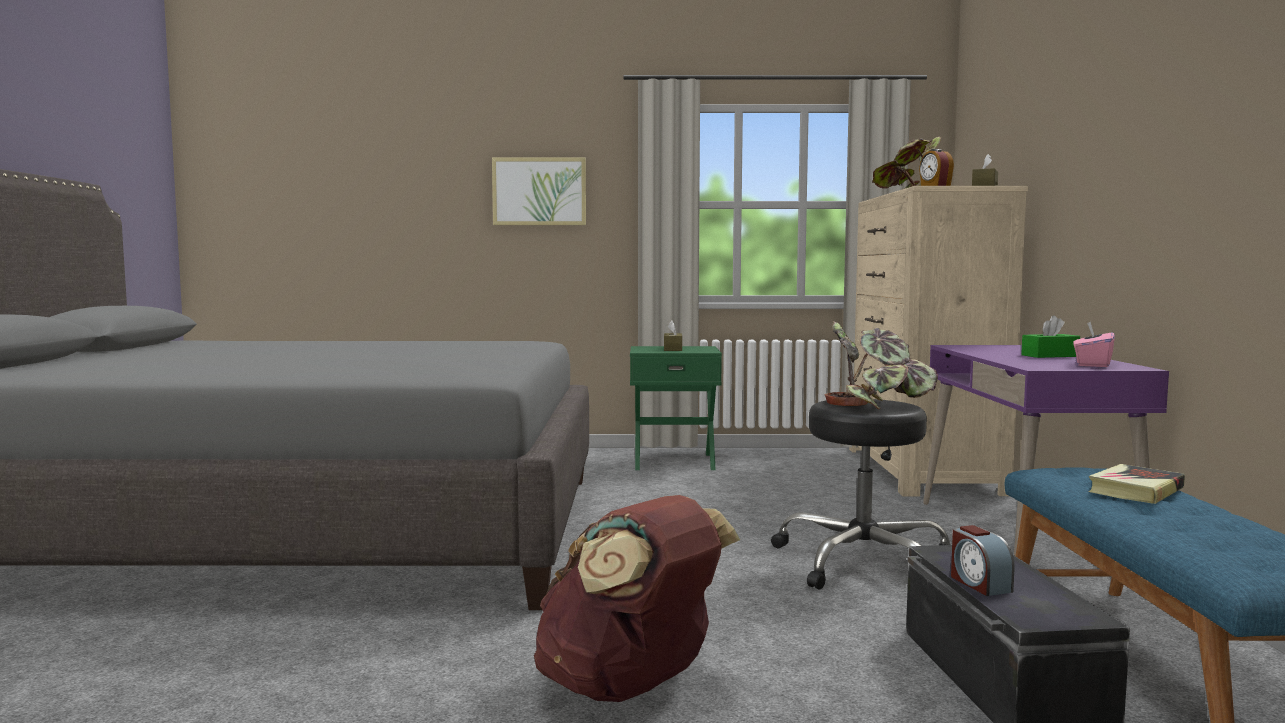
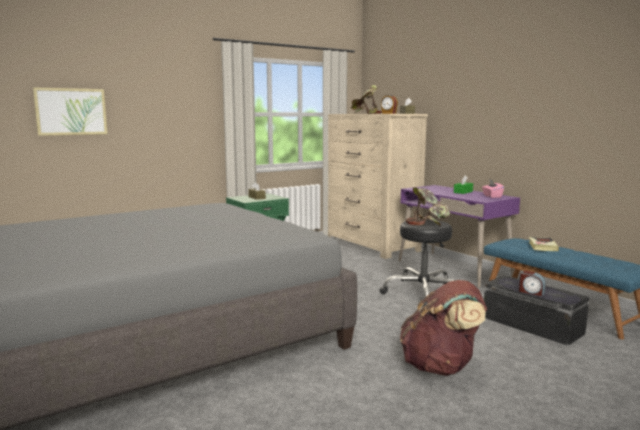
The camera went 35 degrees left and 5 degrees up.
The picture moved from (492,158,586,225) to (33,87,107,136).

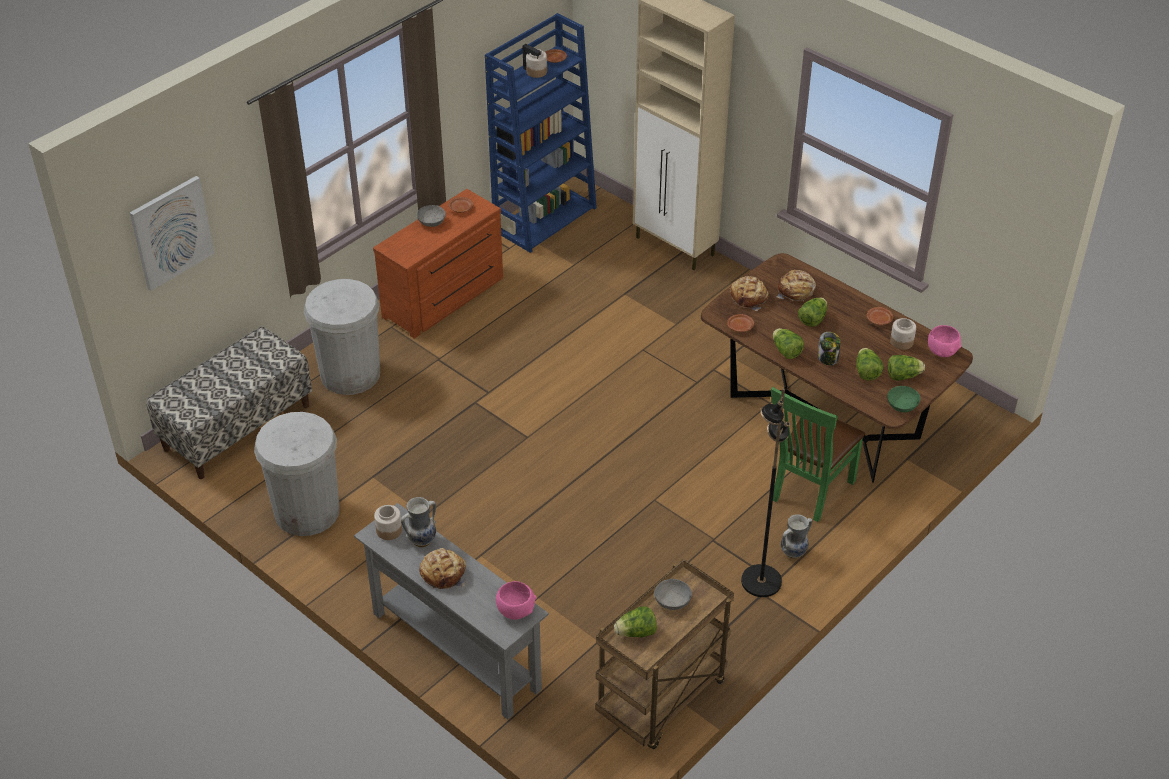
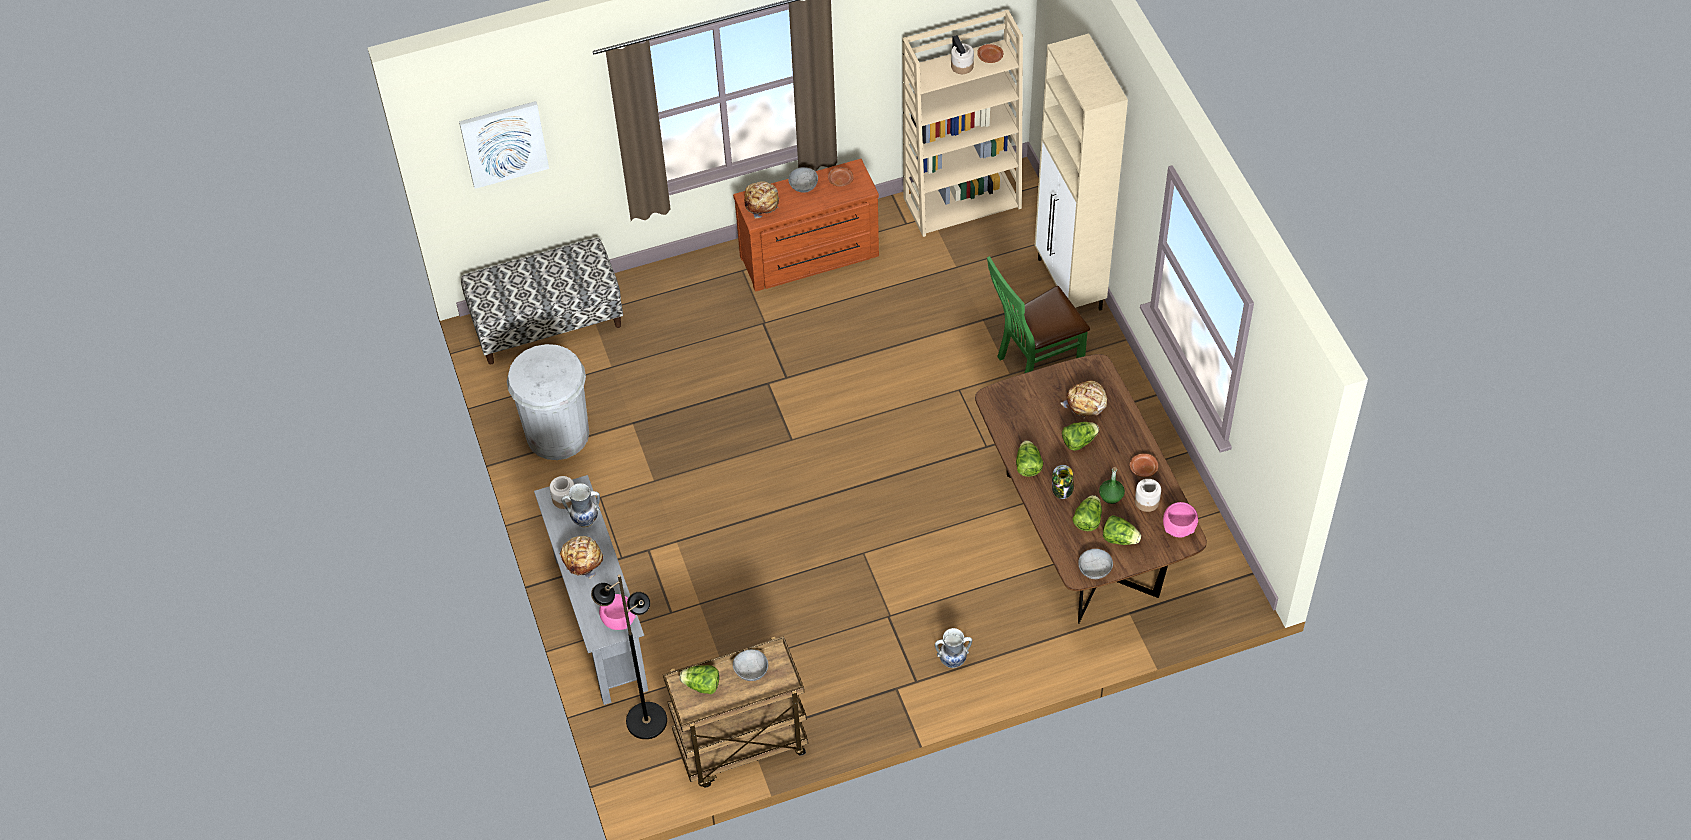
The camera went 30 degrees right and 10 degrees up.
The rubbish bin/white-coloured at (304,279,380,395) disappeared.
The shelving unit/blue at (485,13,597,253) became the shelving unit/sand-coloured at (902,10,1023,237).
The flat dish/brownish at (727,314,754,332) disappeared.
The baked bread moved from (729,276,769,311) to (744,181,779,219).
The standing lamp/black-coloured moved from (741,388,790,597) to (591,575,667,739).
The upright chair/green-coloured moved from (771,387,865,522) to (987,256,1090,373).
The deep dish/green-coloured at (887,386,921,412) became the deep dish/grey at (1078,549,1113,579).
The drink bottle/green-coloured at (1099,467,1125,504) appeared.

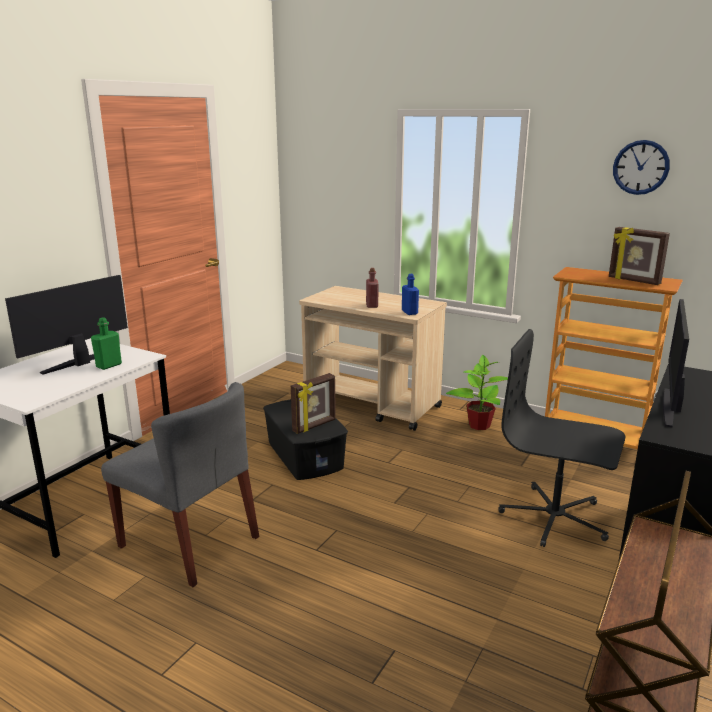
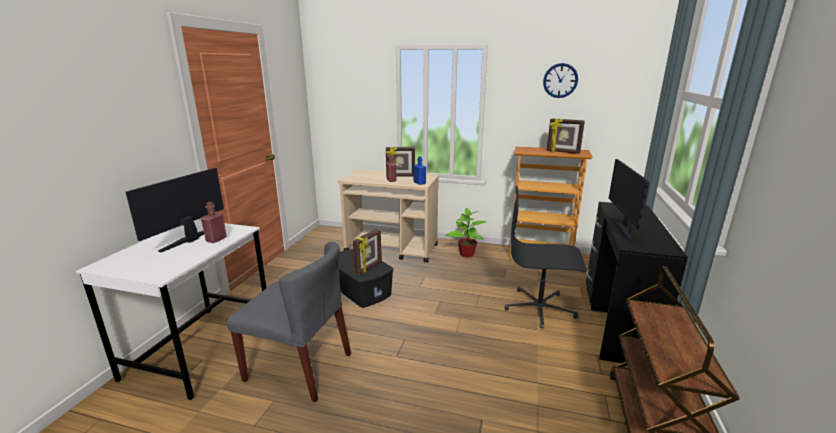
The camera went 15 degrees left and 0 degrees up.
The drink bottle/green-coloured at (91,317,122,370) became the drink bottle/red at (201,202,227,243).
The picture frame at (386,147,415,176) appeared.

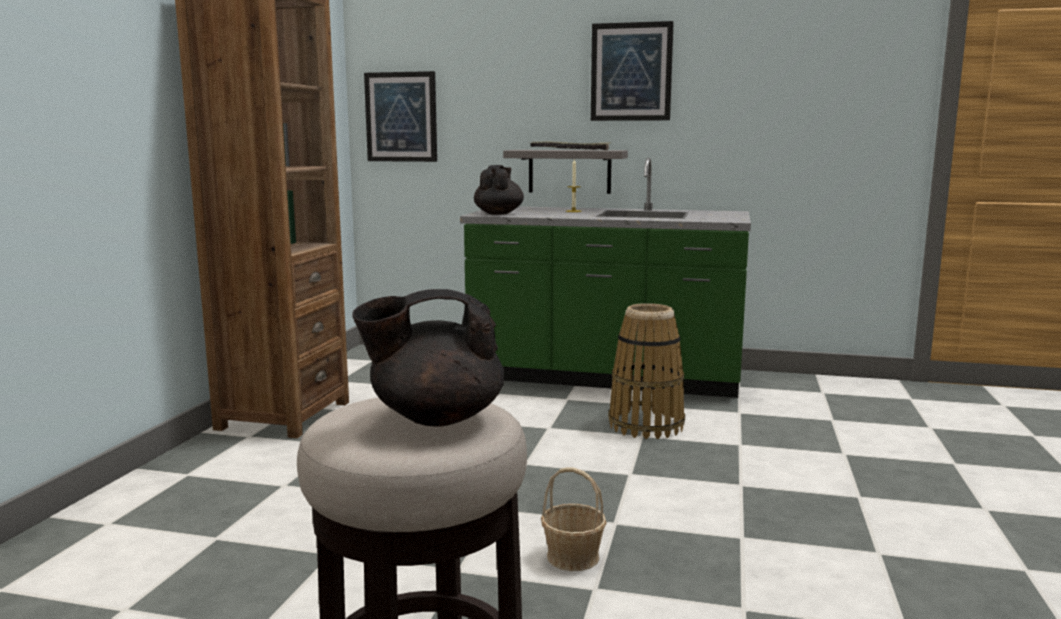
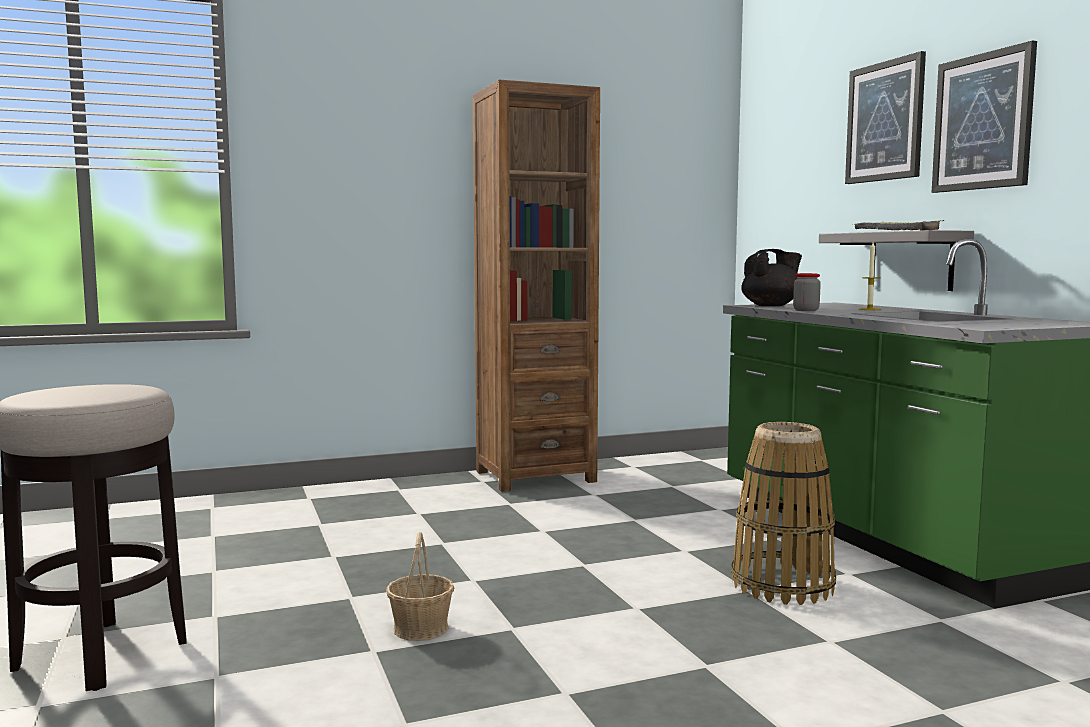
The camera went 55 degrees right and 5 degrees down.
The teapot/black-coloured at (352,289,505,426) disappeared.
The picture moved from (364,71,437,162) to (845,51,926,184).
The jar at (793,273,821,311) appeared.

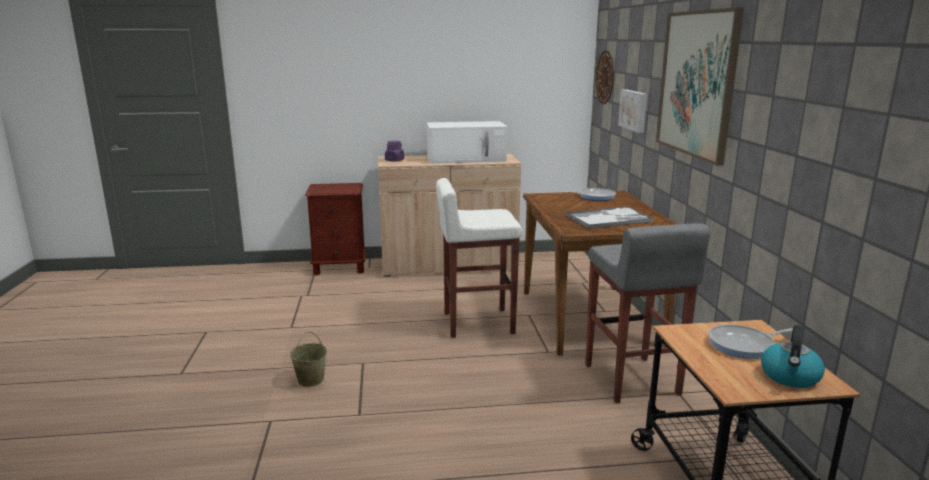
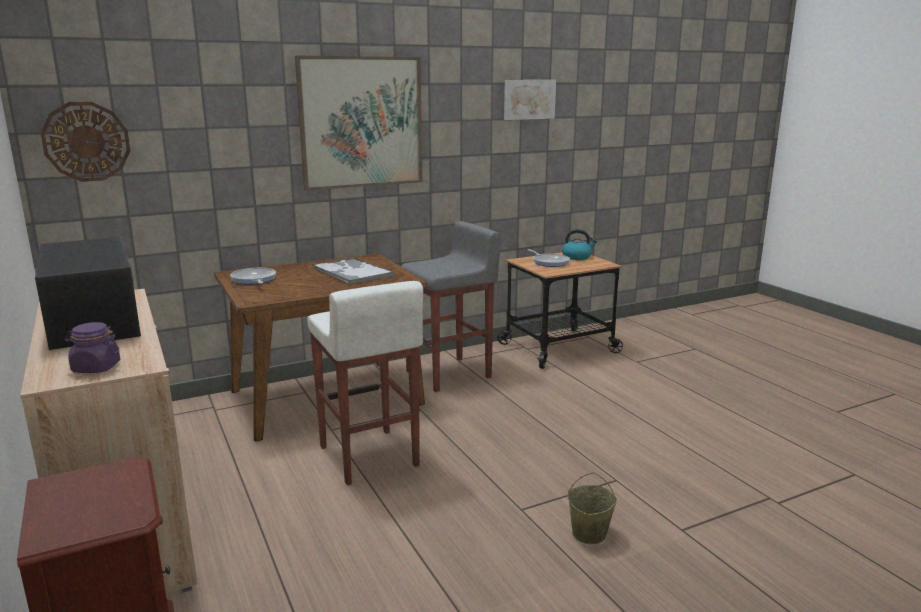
The camera went 110 degrees left and 0 degrees up.
The microwave/white-coloured at (426,121,507,164) became the microwave/black-coloured at (35,237,141,350).
The picture moved from (618,89,647,133) to (504,80,556,120).

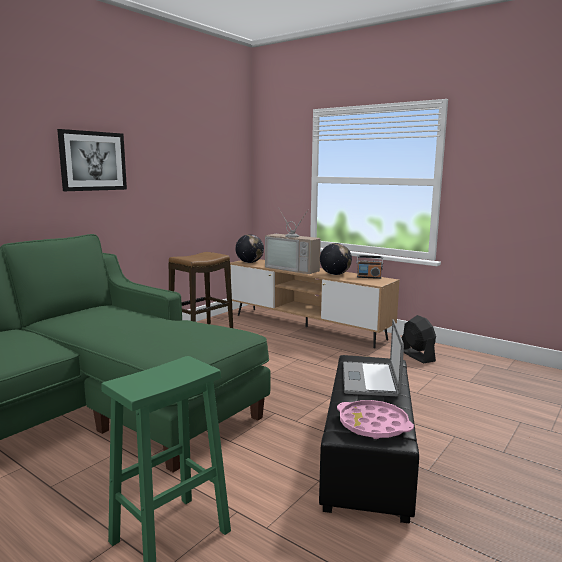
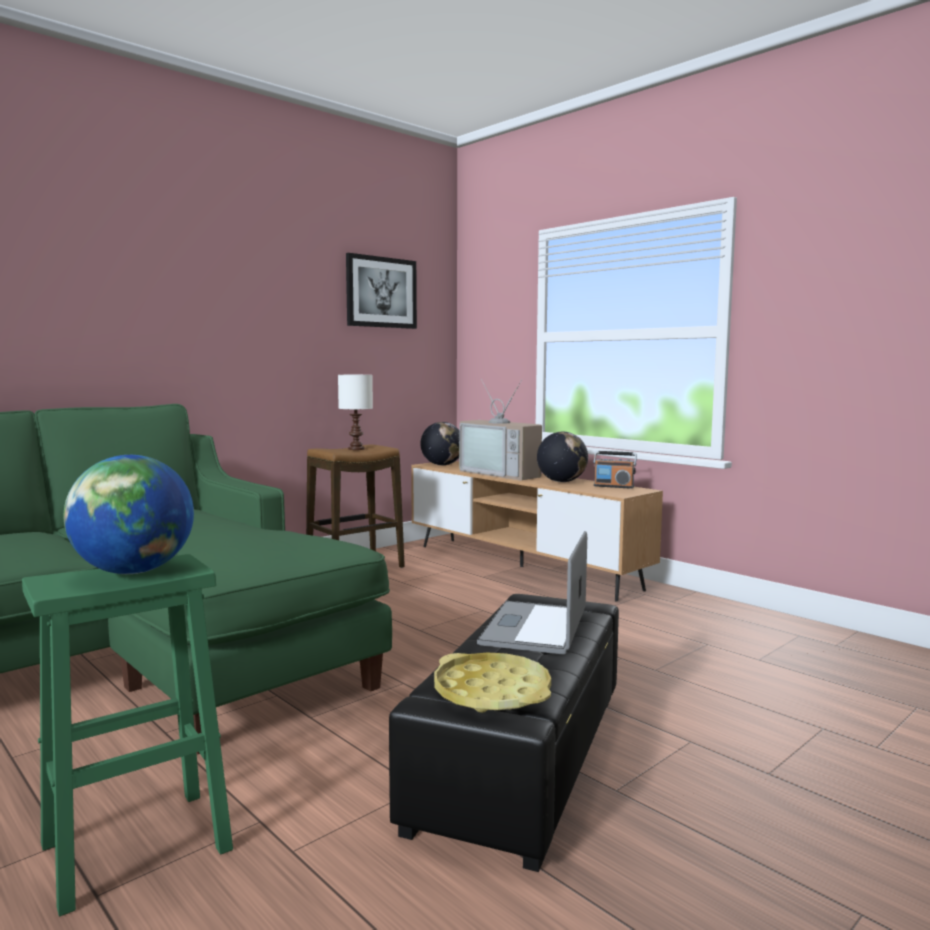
The camera went 10 degrees right and 5 degrees down.
The picture moved from (57,129,127,191) to (346,253,417,329).
The serving tray/pink-coloured at (337,400,414,439) became the serving tray/yellowish at (434,653,551,713).
The cooling fan/black-coloured at (402,315,436,363) disappeared.
The globe at (64,455,194,574) appeared.
The tabletop lamp/white-coloured at (338,375,373,450) appeared.

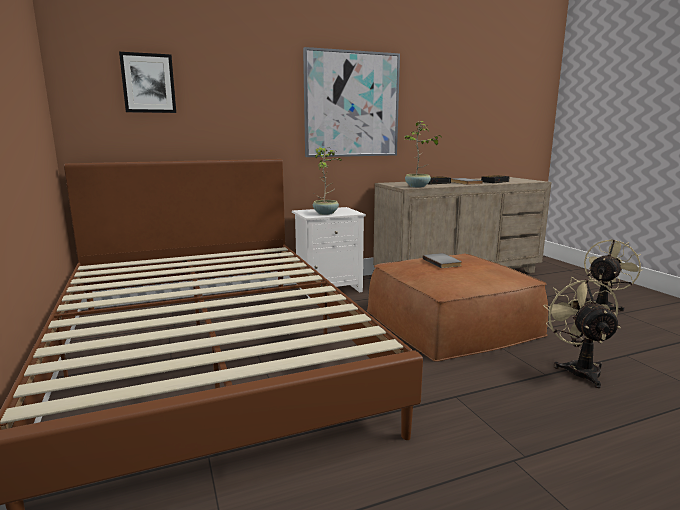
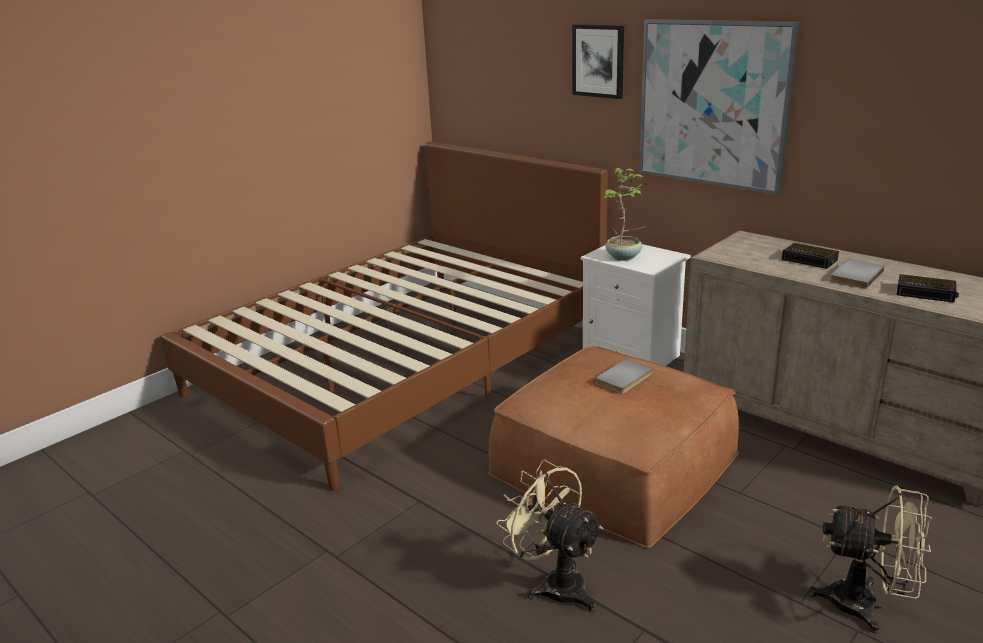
The camera went 65 degrees right and 10 degrees up.
The picture moved from (119,52,176,113) to (572,24,624,99).
The plant in a pot at (404,121,442,187) disappeared.
The cooling fan/sand-coloured at (543,277,621,388) turned 105 degrees counterclockwise.

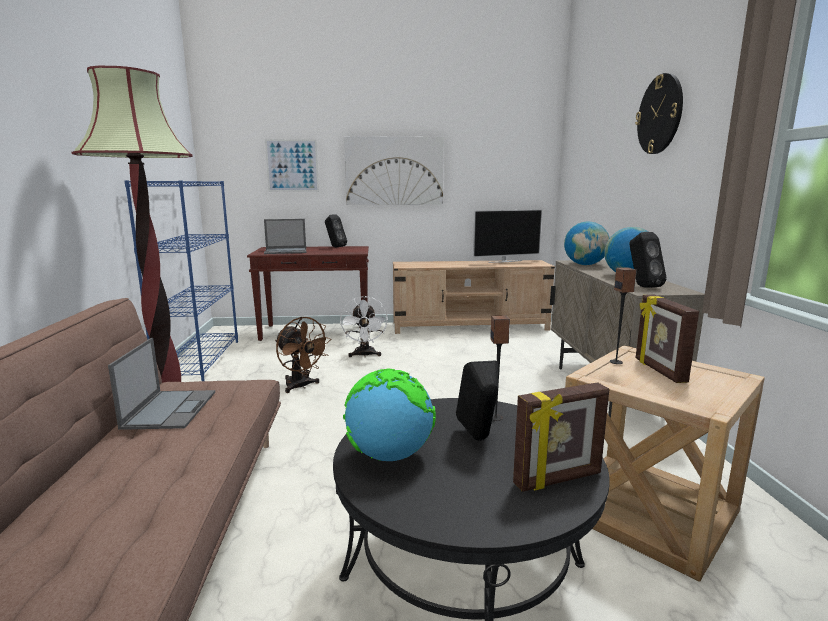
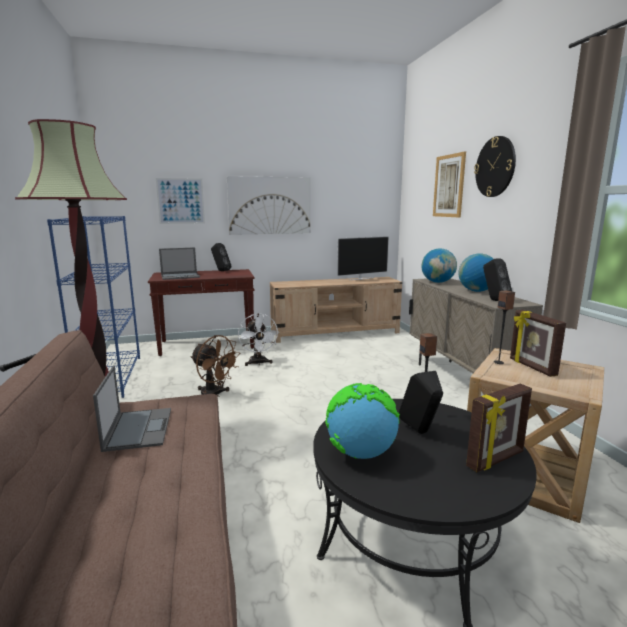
The camera went 10 degrees left and 0 degrees up.
The picture at (433,152,466,217) appeared.

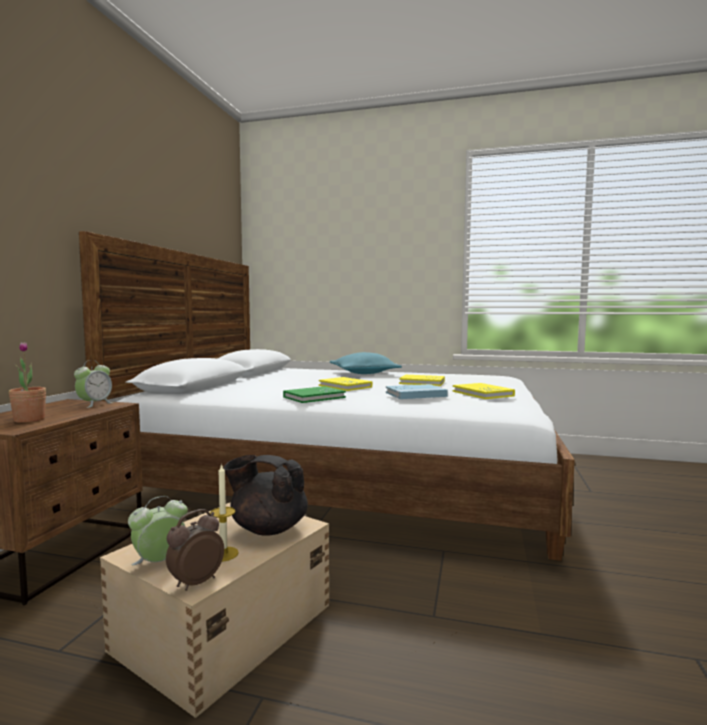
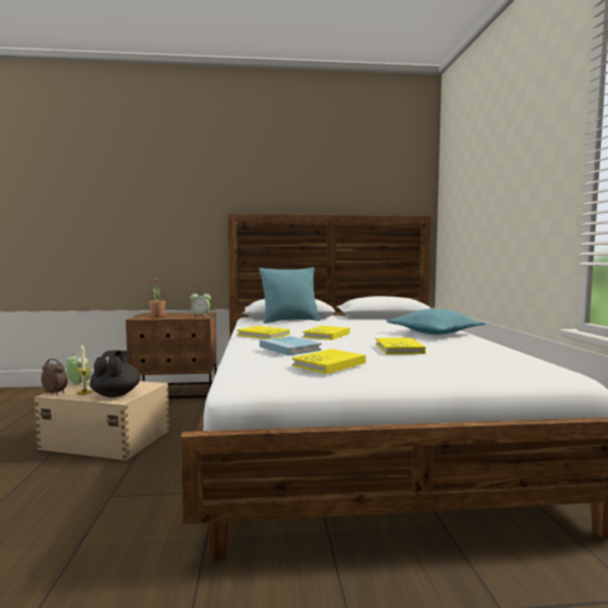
The camera went 70 degrees right and 0 degrees up.
The volume/green-coloured at (283,386,346,403) became the volume/yellowish at (237,326,290,339).
The throw pillow/blue-green at (259,267,321,324) appeared.

